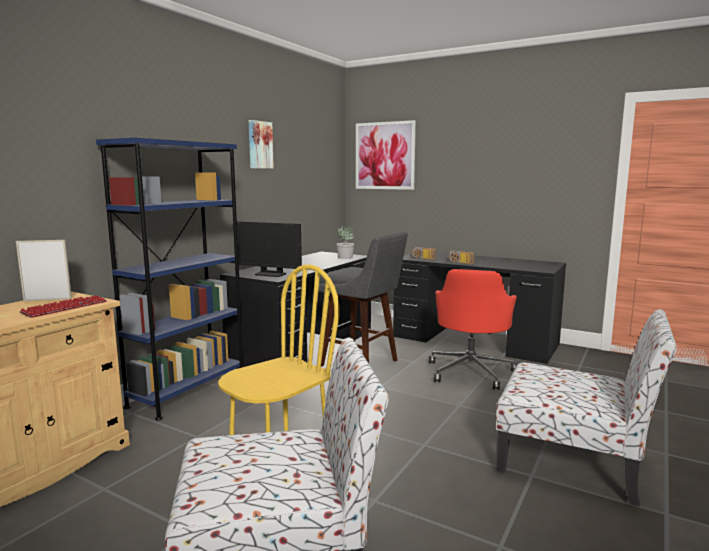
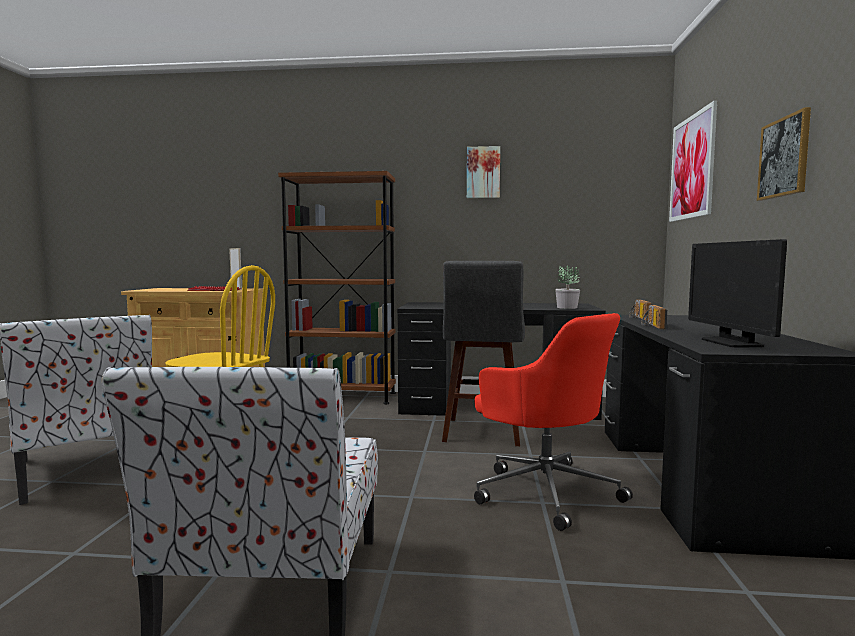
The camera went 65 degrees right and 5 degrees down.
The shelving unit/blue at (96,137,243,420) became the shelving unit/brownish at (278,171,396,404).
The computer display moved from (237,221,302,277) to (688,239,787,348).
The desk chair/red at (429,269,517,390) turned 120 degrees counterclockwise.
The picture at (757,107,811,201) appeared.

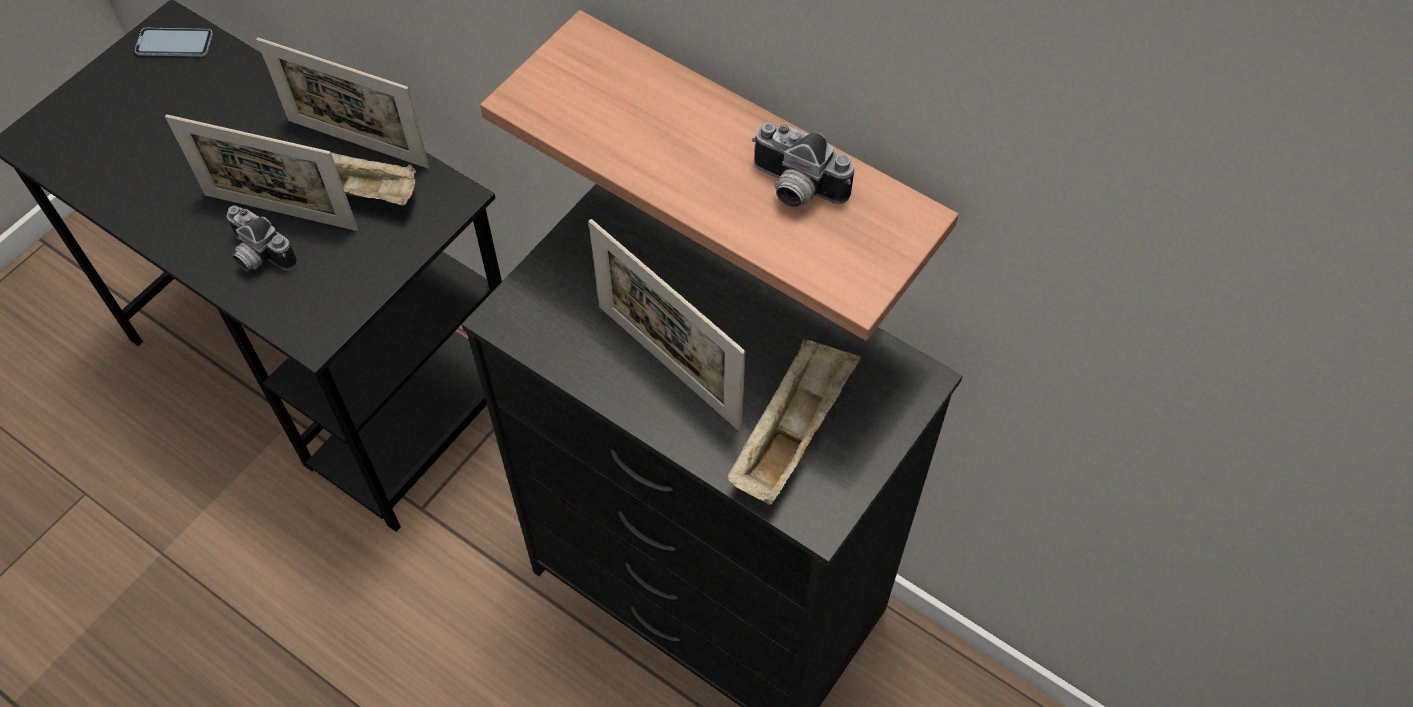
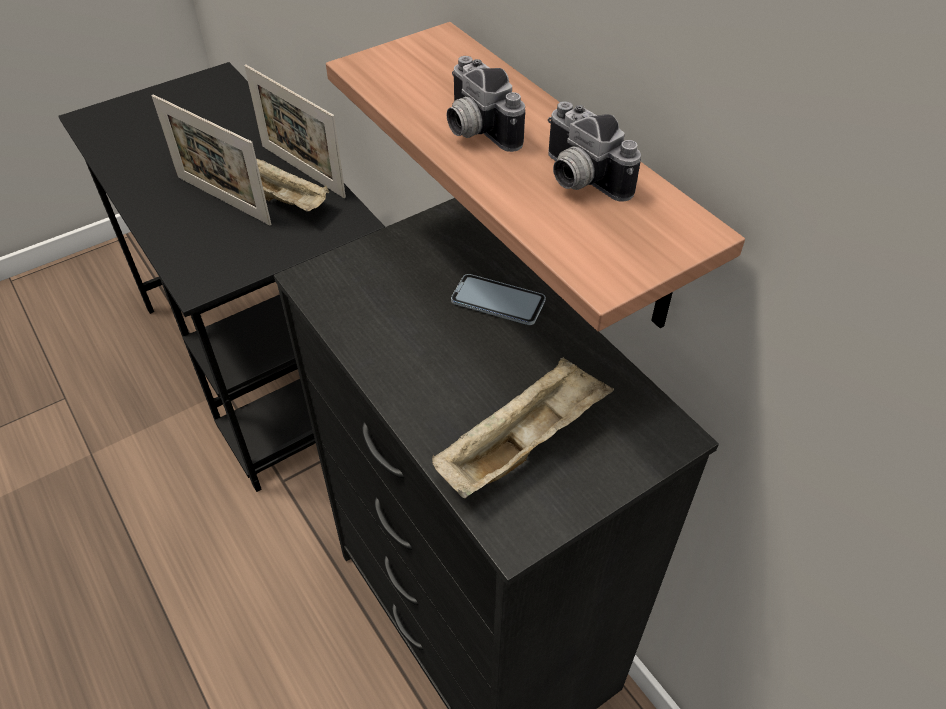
The camera went 20 degrees right and 10 degrees down.
The phone moved from (135,28,213,57) to (451,274,546,325).
The still camera moved from (226,205,297,271) to (446,56,525,152).
The picture frame at (589,219,746,431) disappeared.

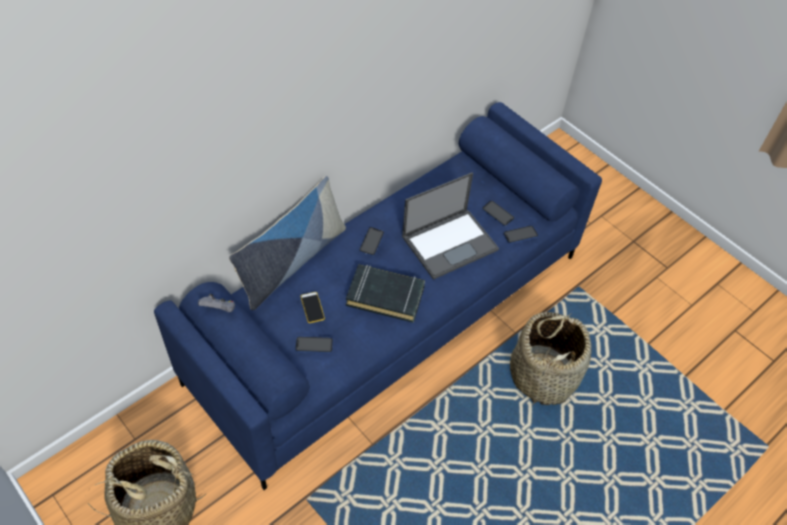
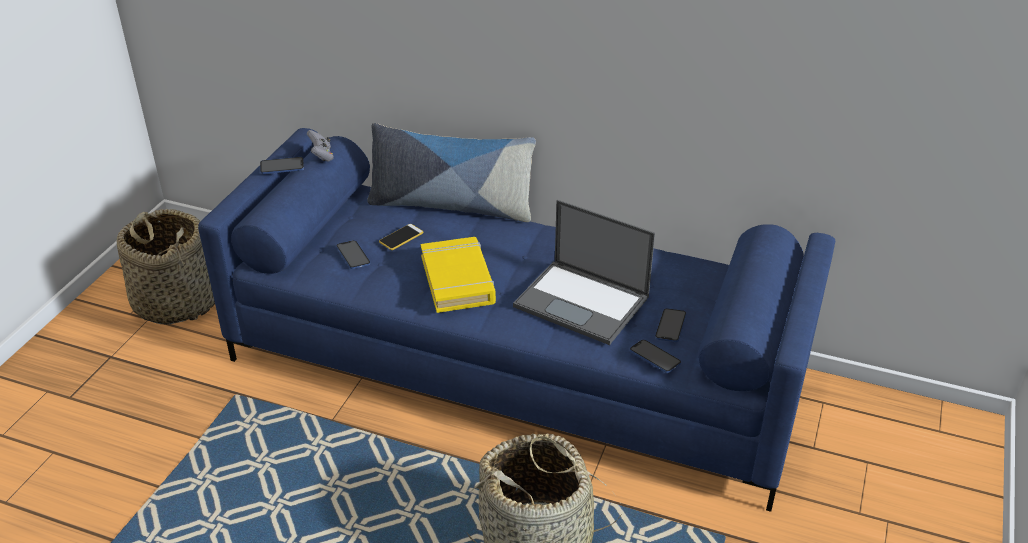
The camera went 65 degrees right and 15 degrees down.
The volume/black-coloured at (346,264,425,323) became the volume/yellowish at (421,237,496,313).
The phone moved from (359,227,384,256) to (260,157,304,174).

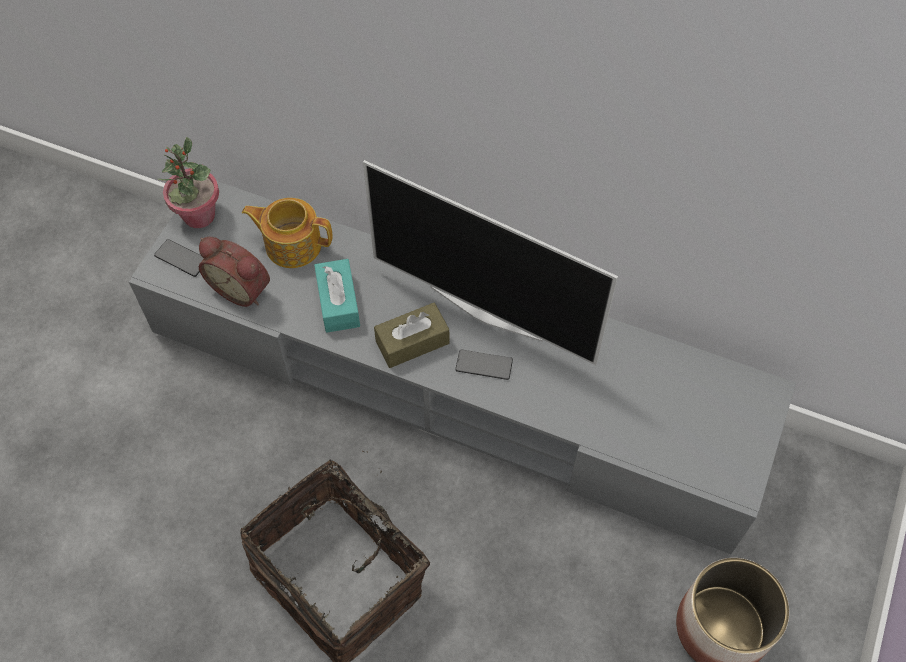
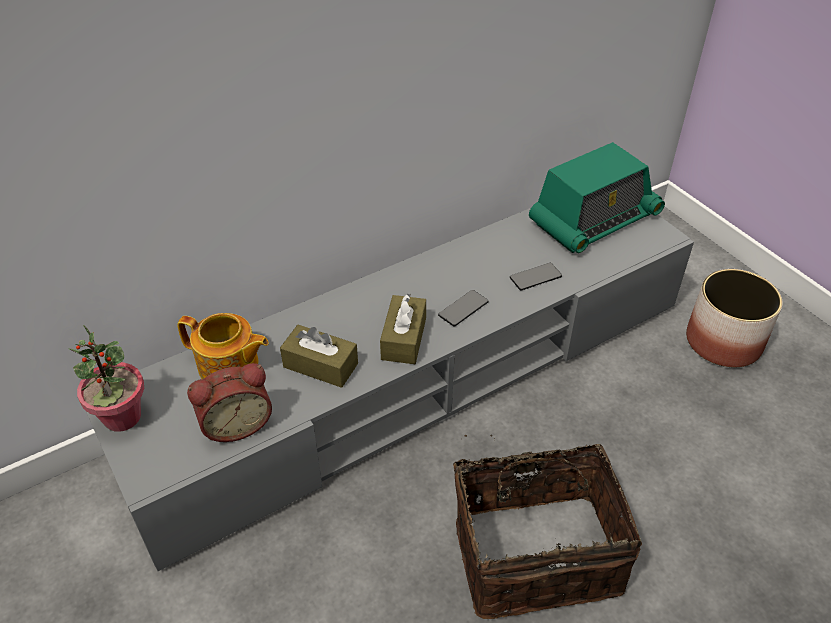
The camera went 55 degrees left and 15 degrees down.
The phone moved from (154,239,204,277) to (510,263,562,291).
The teapot at (242,198,333,268) turned 120 degrees counterclockwise.
The tissue holder/blue-green at (314,259,360,333) became the tissue holder/brownish at (280,325,358,388).
The TV set at (363,160,618,365) disappeared.
The radio set at (529,142,665,253) appeared.

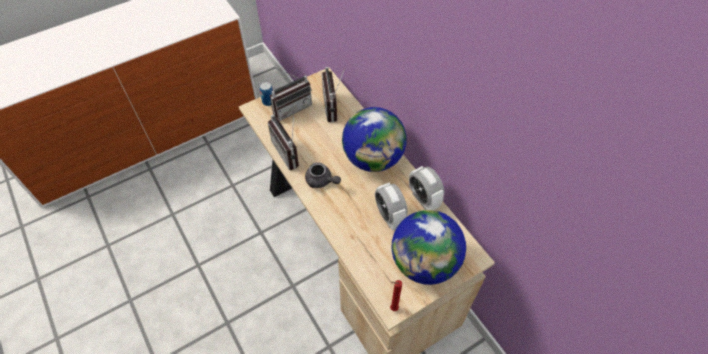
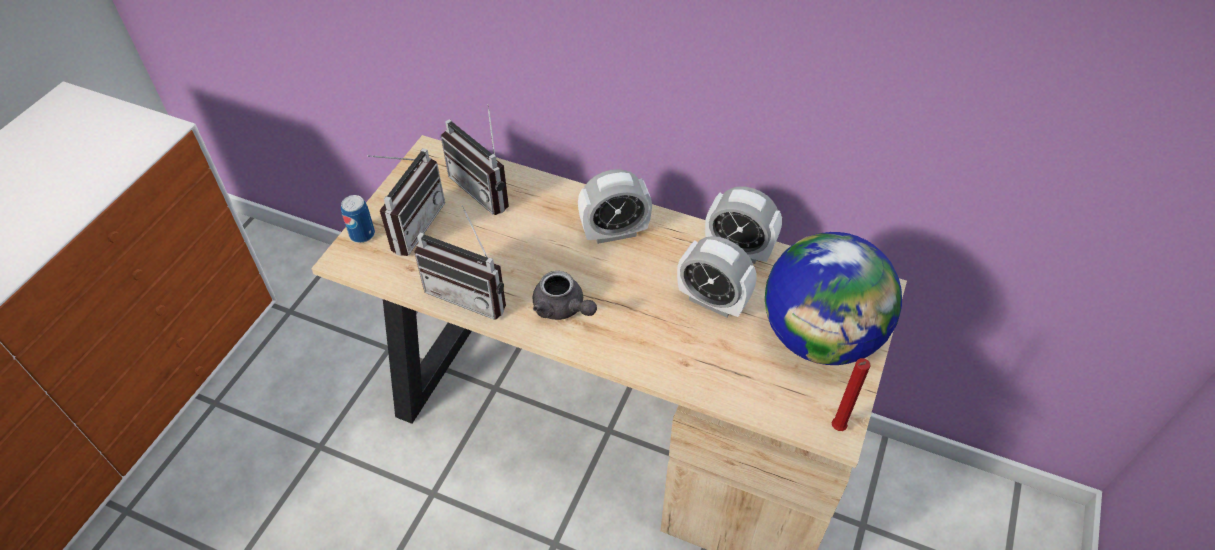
The camera went 35 degrees left and 5 degrees down.
The teapot/grey at (305,162,341,188) turned 45 degrees clockwise.
The globe at (342,107,407,172) was replaced by the alarm clock at (578,169,652,244).

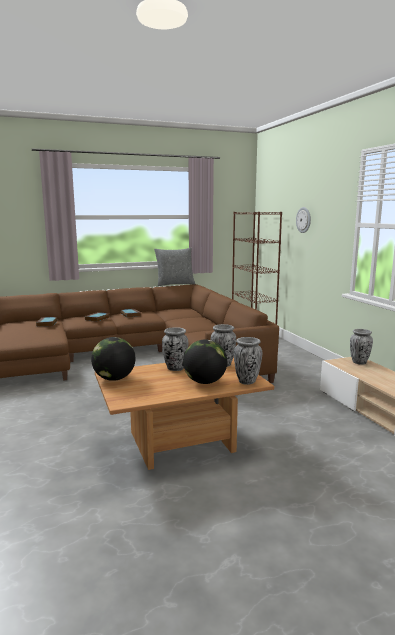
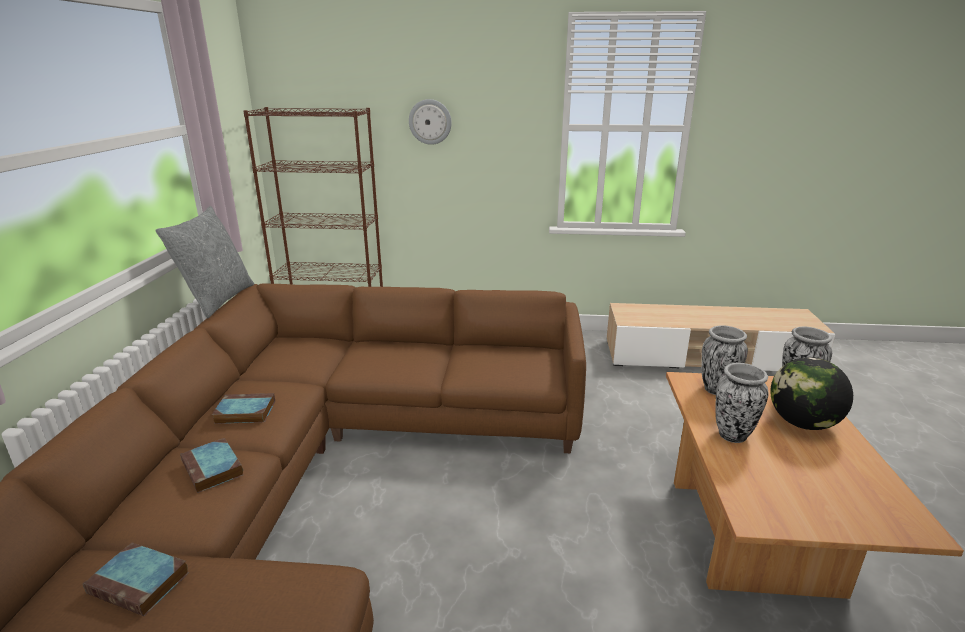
The camera went 65 degrees left and 10 degrees up.
The globe at (91,337,136,381) disappeared.
The vase at (350,329,373,365) disappeared.

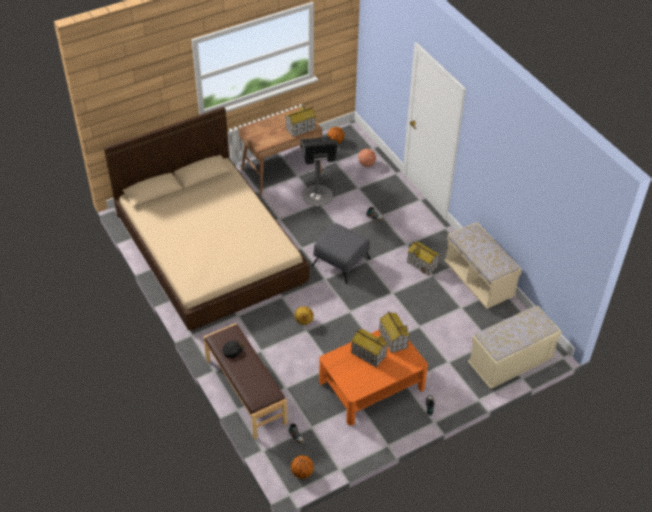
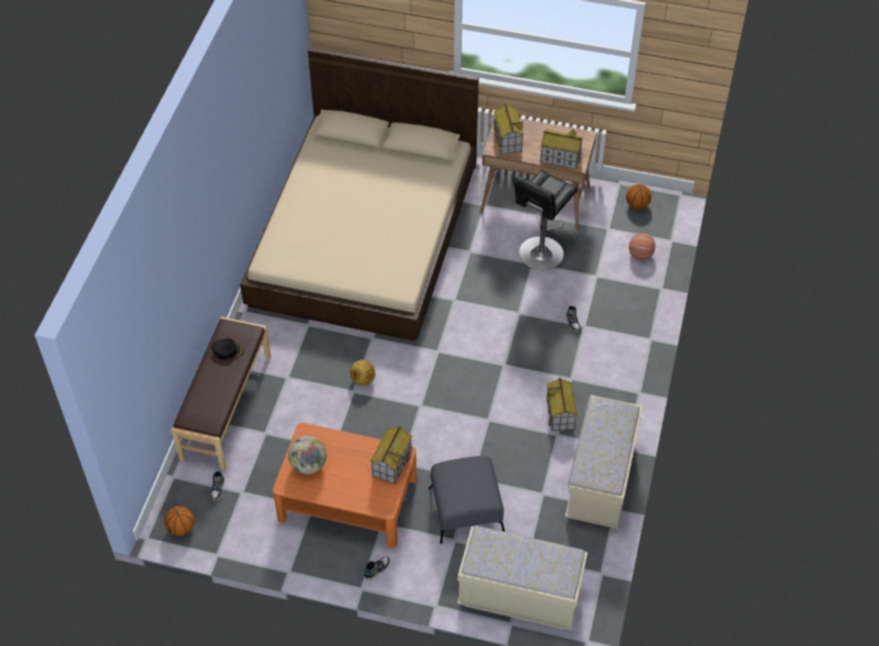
The camera went 45 degrees right and 5 degrees up.
The ottoman/grey moved from (312,223,370,284) to (429,456,505,544).
The model house moved from (351,329,388,367) to (494,104,524,154).
The globe at (288,436,327,474) appeared.

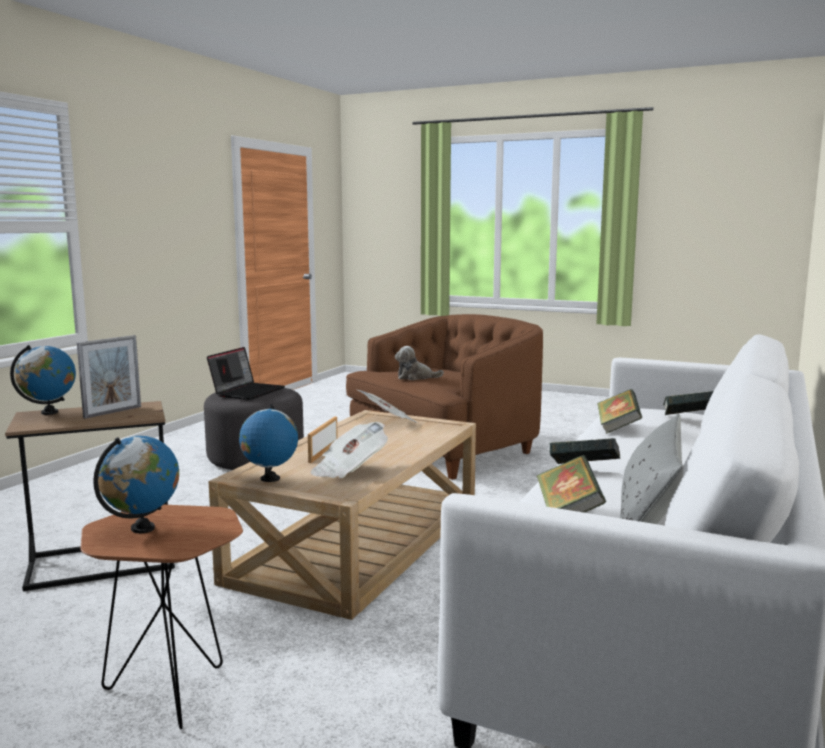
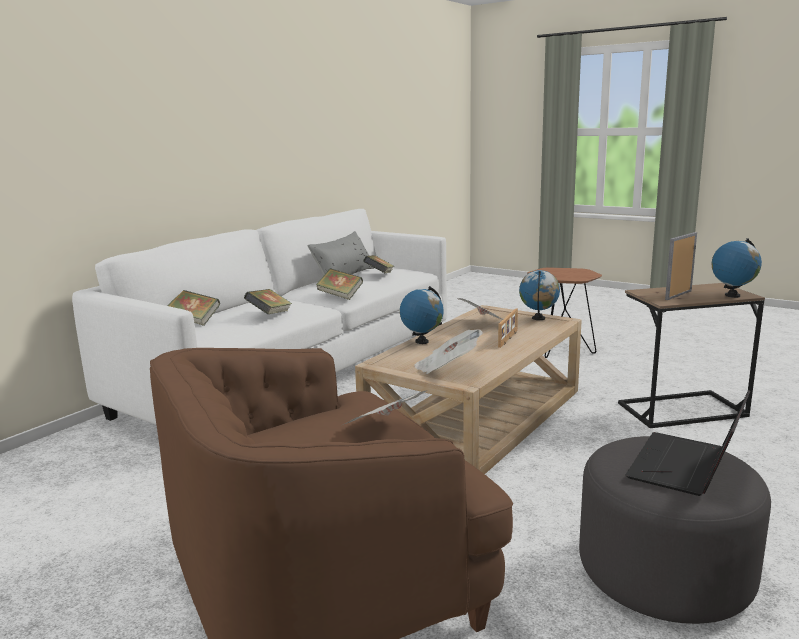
The camera went 170 degrees left and 5 degrees up.
The globe moved from (93,436,179,533) to (400,286,444,344).
The soft toy at (395,346,444,380) was replaced by the daily paper at (343,391,426,425).

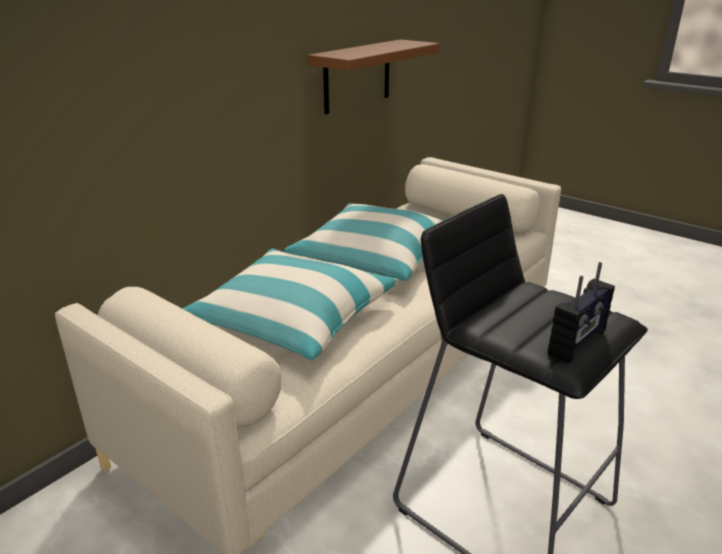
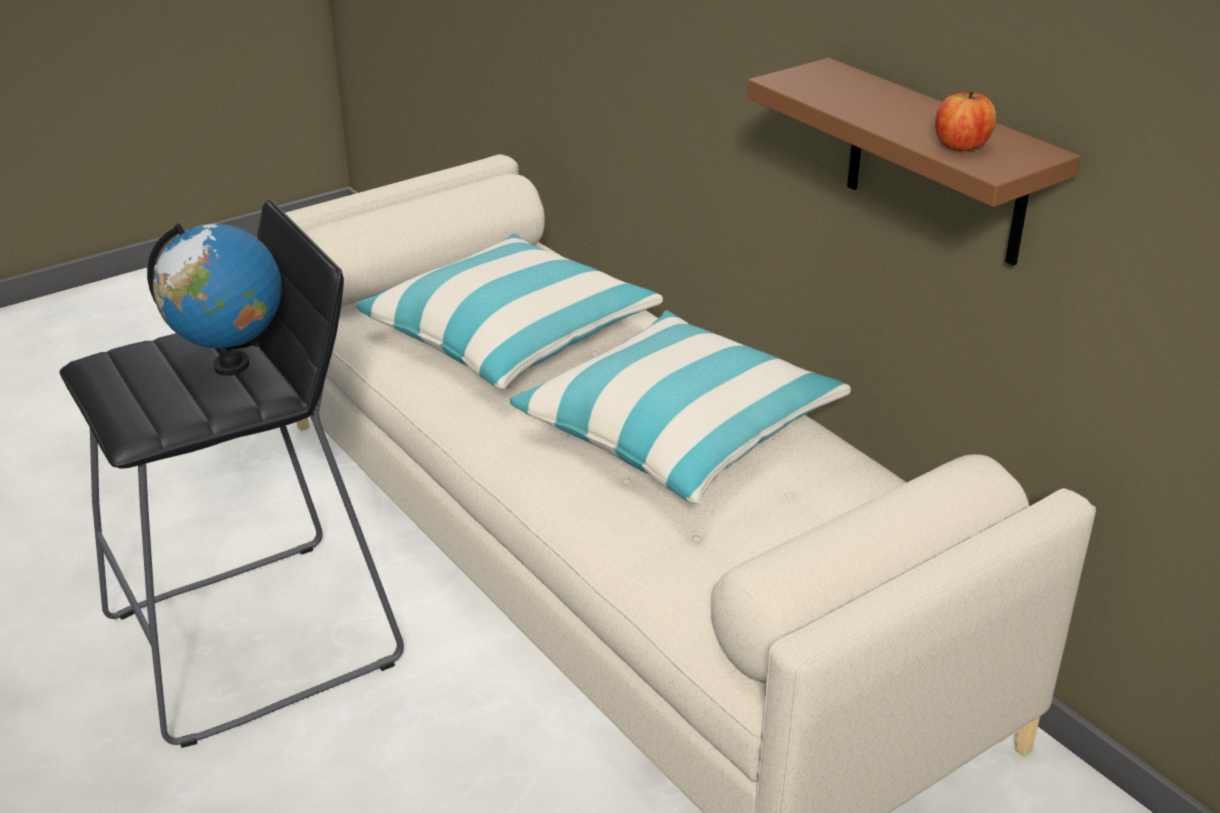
The camera went 105 degrees right and 5 degrees up.
The radio set at (548,262,615,363) disappeared.
The globe at (147,223,282,376) appeared.
The apple at (935,91,996,151) appeared.

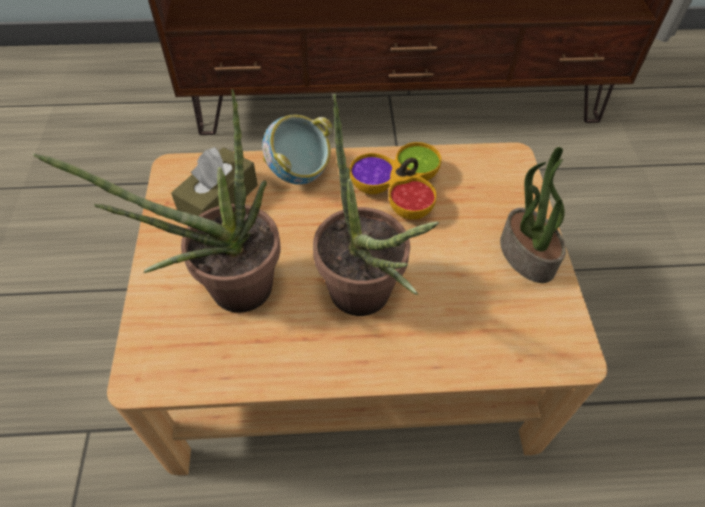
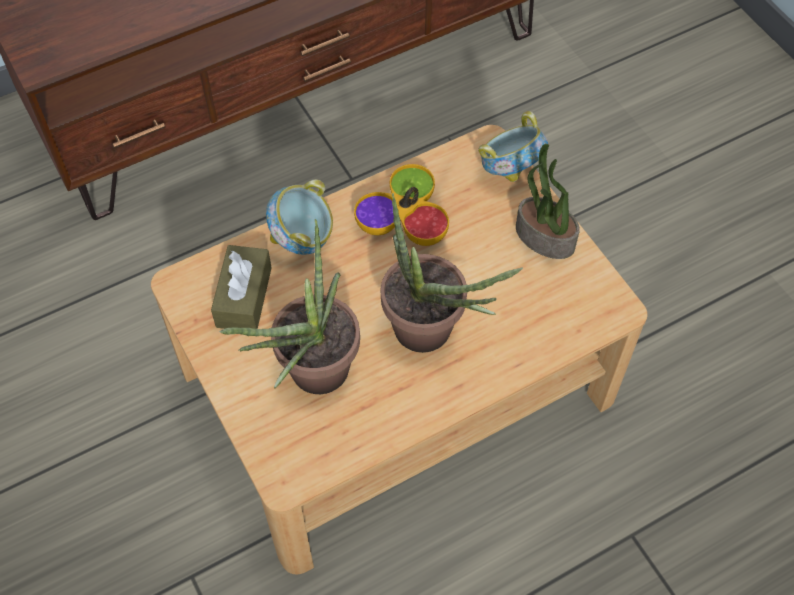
The camera went 25 degrees left and 5 degrees up.
The deep dish at (478,111,548,182) appeared.

